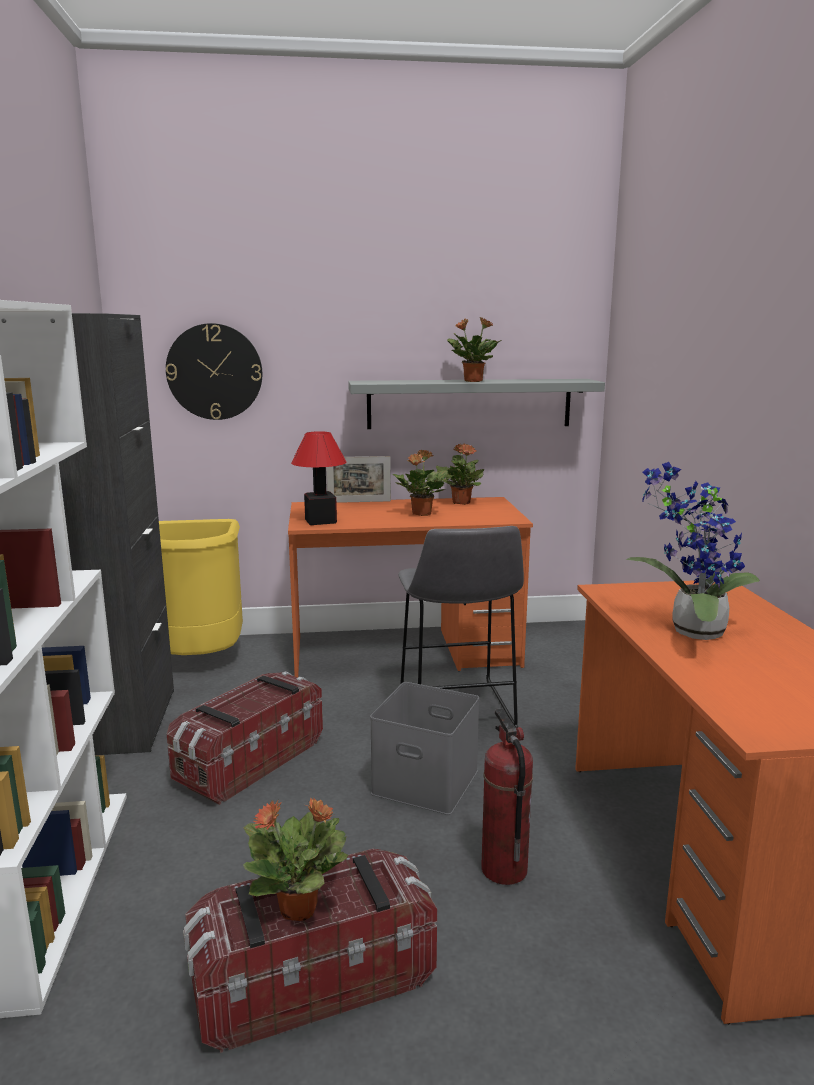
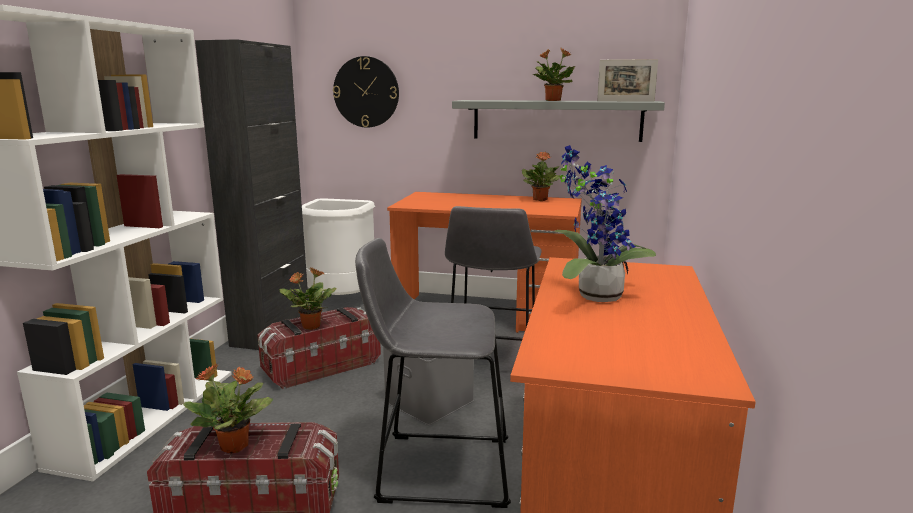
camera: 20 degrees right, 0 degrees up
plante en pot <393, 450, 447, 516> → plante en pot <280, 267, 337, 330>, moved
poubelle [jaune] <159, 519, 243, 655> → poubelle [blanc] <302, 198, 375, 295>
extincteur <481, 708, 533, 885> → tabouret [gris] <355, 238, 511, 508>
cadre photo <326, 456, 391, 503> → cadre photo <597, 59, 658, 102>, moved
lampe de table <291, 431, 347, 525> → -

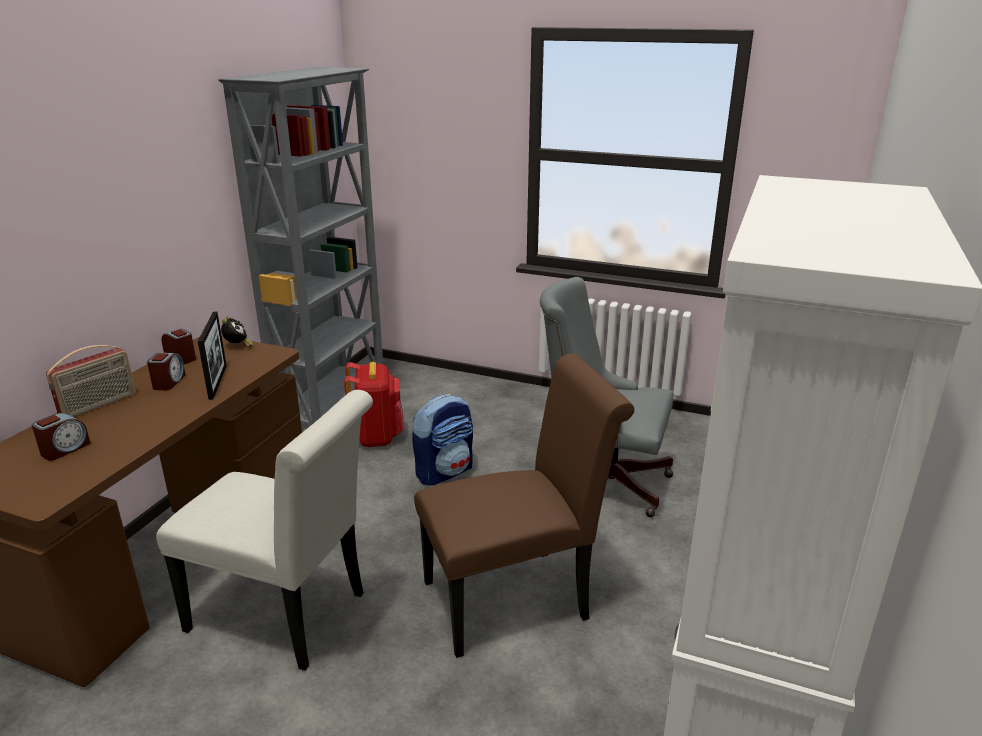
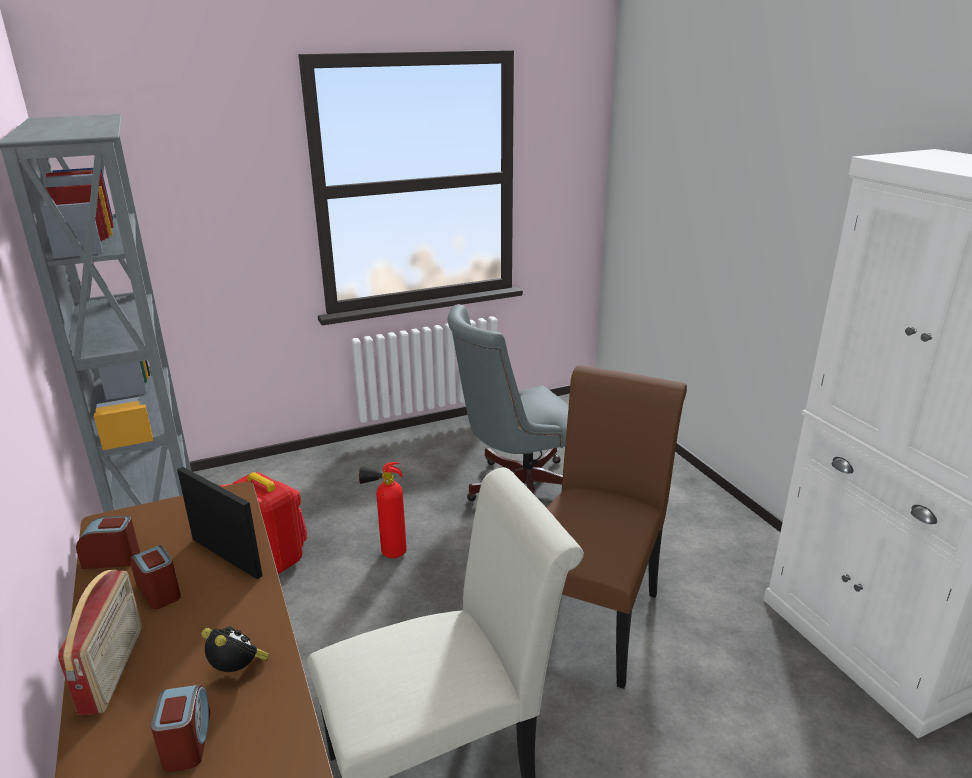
camera: 45 degrees left, 0 degrees up
réveil <221, 317, 253, 347> → réveil <201, 626, 270, 672>, moved
sac à dos <412, 394, 473, 486> → extincteur <359, 462, 407, 558>

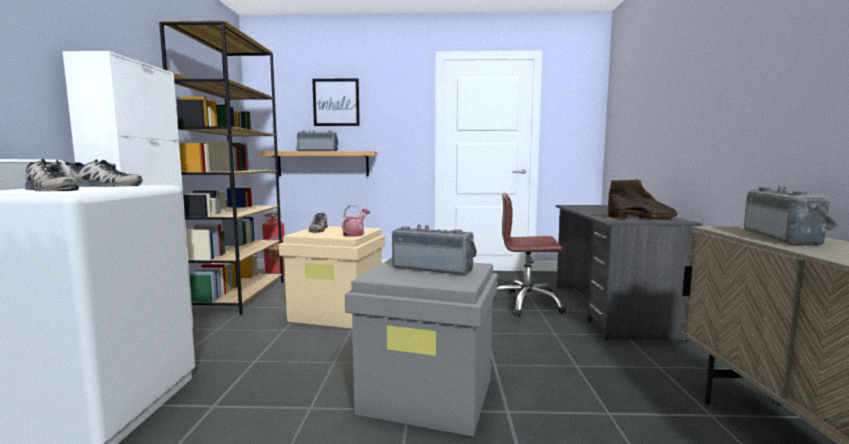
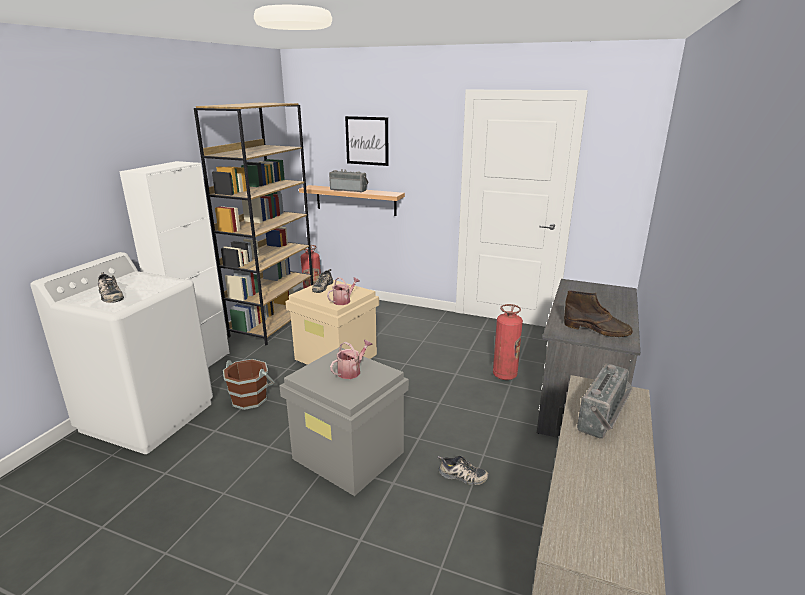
camera: 20 degrees right, 15 degrees up
- → seau [marron] <223, 359, 275, 410>
radio <392, 225, 477, 275> → arrosoir <330, 339, 373, 379>
chaussure <65, 159, 142, 187> → chaussure <437, 456, 489, 485>, moved
chaise de bureau [marron] <497, 193, 566, 317> → extincteur <493, 304, 523, 380>

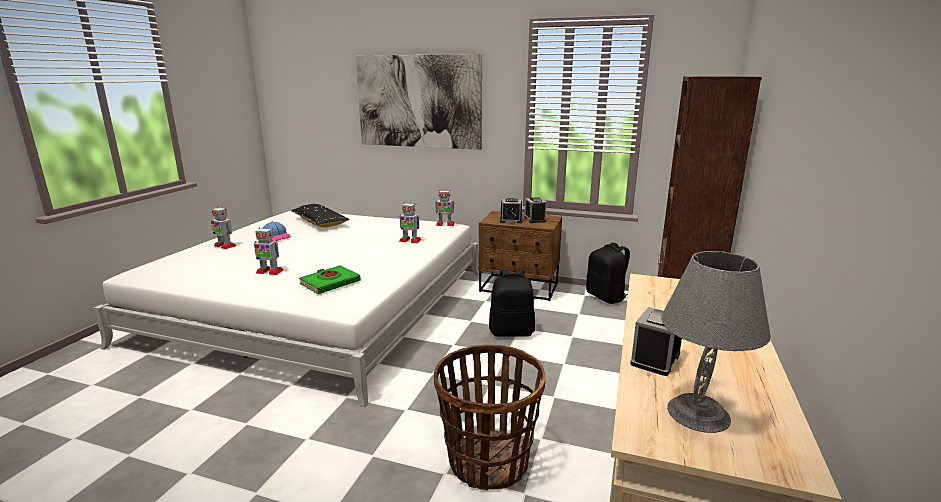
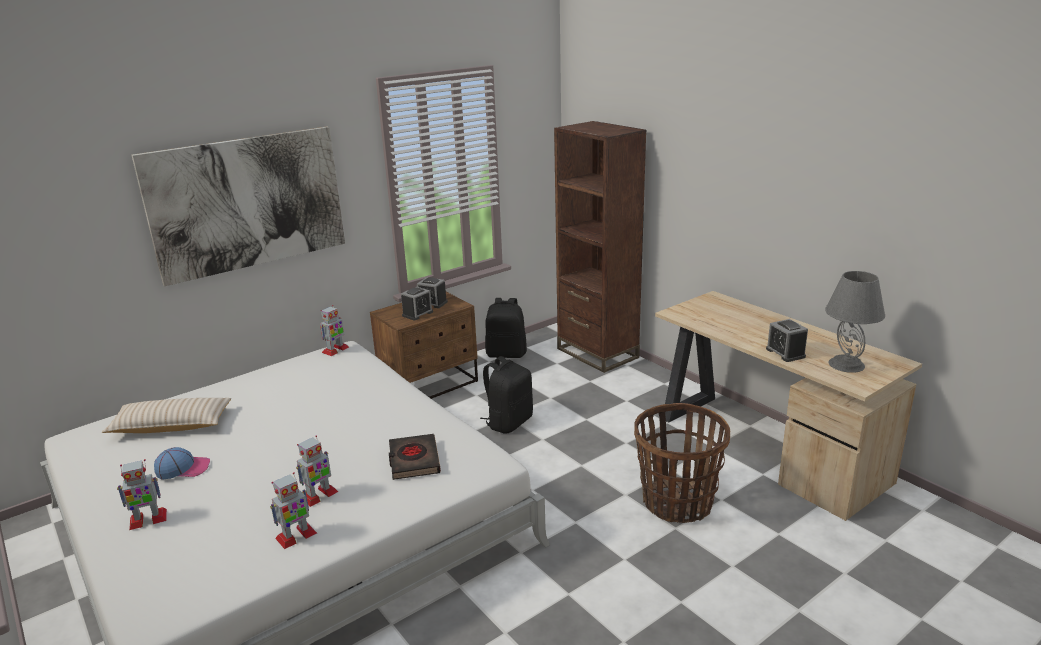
camera: 55 degrees left, 5 degrees up
coussin [noir] <291, 204, 350, 227> → coussin [beige] <102, 398, 231, 433>
robot jouet <399, 203, 422, 243> → robot jouet <270, 472, 317, 549>, moved
livre [vert] <299, 265, 361, 294> → livre [noir] <389, 434, 441, 480>

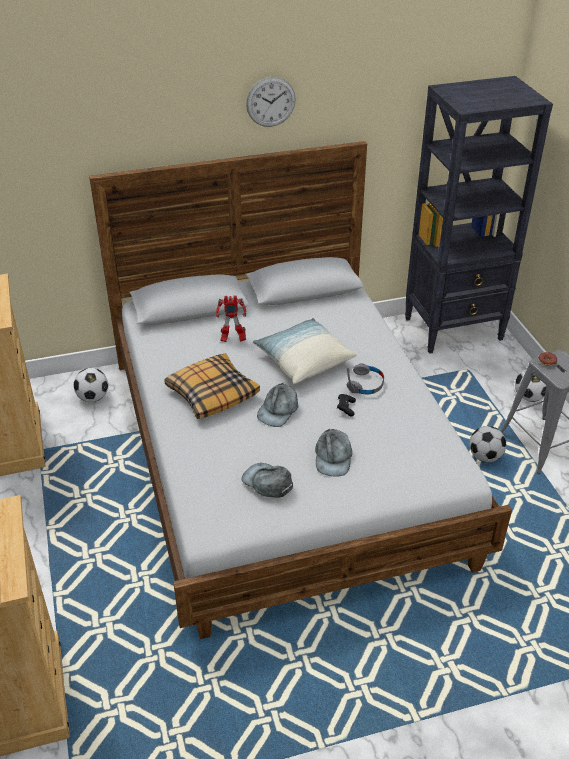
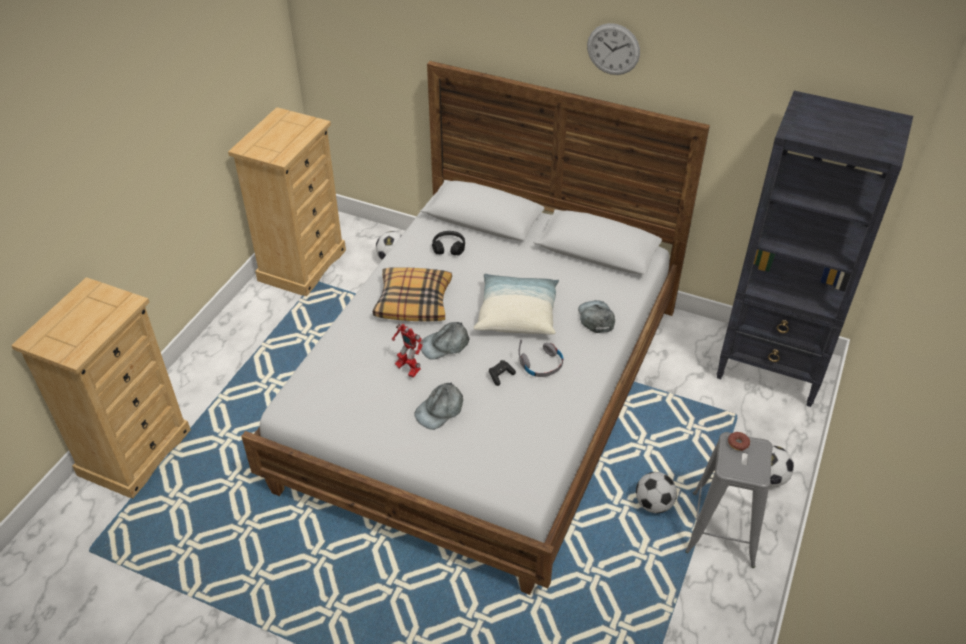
camera: 40 degrees right, 5 degrees up
robot jouet <216, 296, 246, 342> → robot jouet <392, 324, 423, 377>, moved
- → casque audio [noir] <432, 231, 465, 256>
casquette [gris] <241, 463, 293, 497> → casquette [gris] <578, 300, 615, 333>, moved

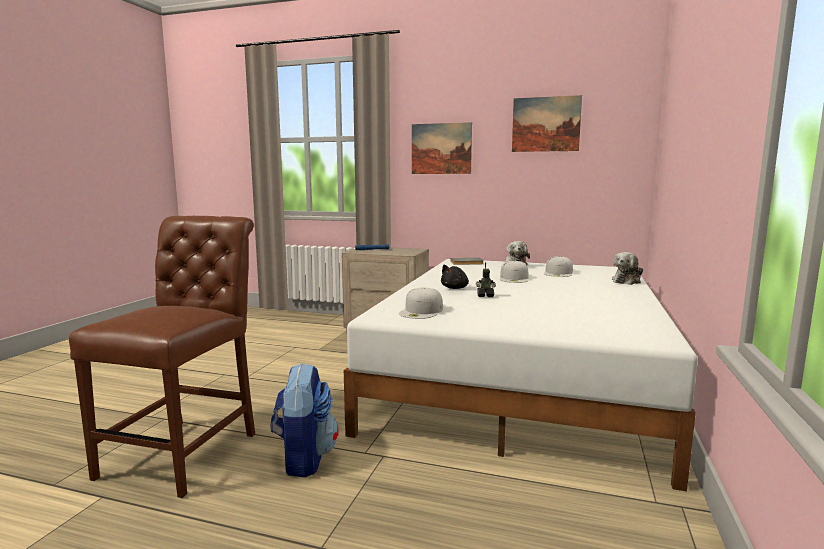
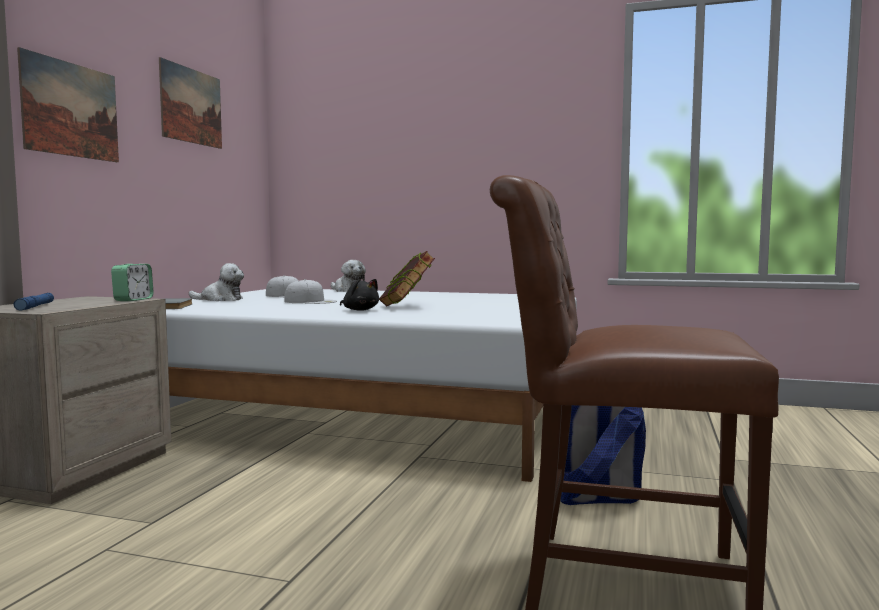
camera: 90 degrees left, 5 degrees down
- → réveil <111, 264, 154, 301>
robot jouet <476, 262, 496, 297> → livre <379, 251, 435, 306>
casquette [blanc] <399, 288, 443, 319> → -

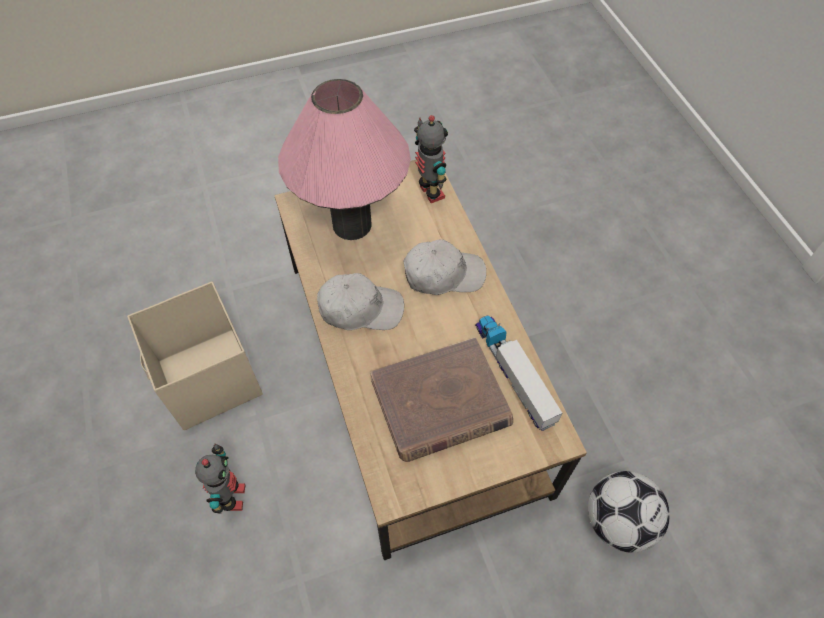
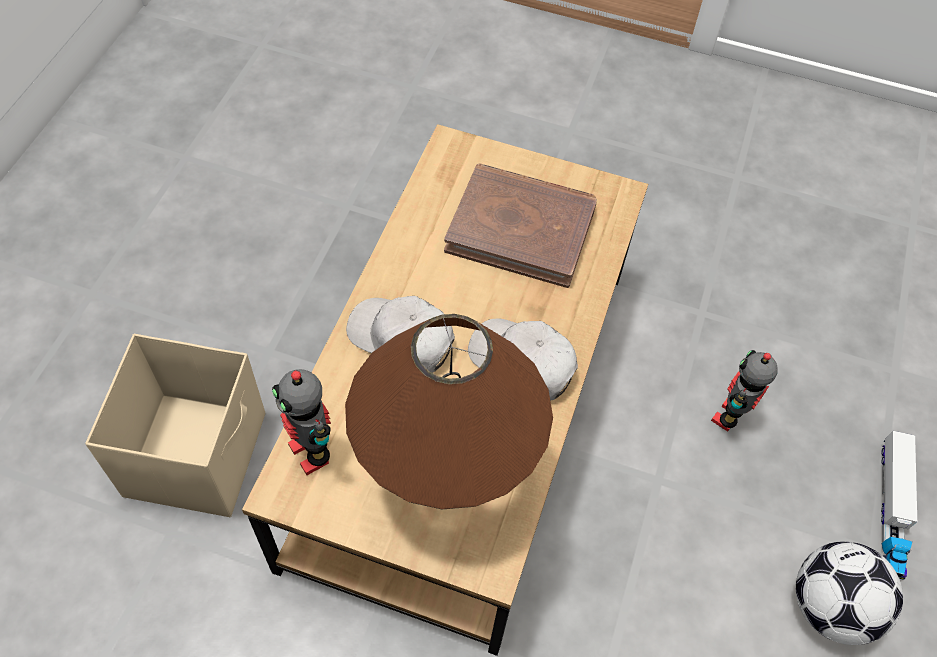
camera: 145 degrees left, 0 degrees up
boîte de rangement [beige] <127, 281, 263, 430> → boîte de rangement [beige] <85, 334, 265, 517>, moved
robot jouet <414, 115, 448, 203> → robot jouet <272, 369, 331, 475>, 45 degrees counterclockwise
lampe de table [rose] <278, 79, 411, 240> → lampe de table [marron] <345, 314, 553, 509>
ballon de foot <588, 471, 670, 553> → ballon de foot <796, 541, 903, 645>, moved
camion jouet <475, 315, 562, 431> → camion jouet <881, 431, 917, 580>, moved

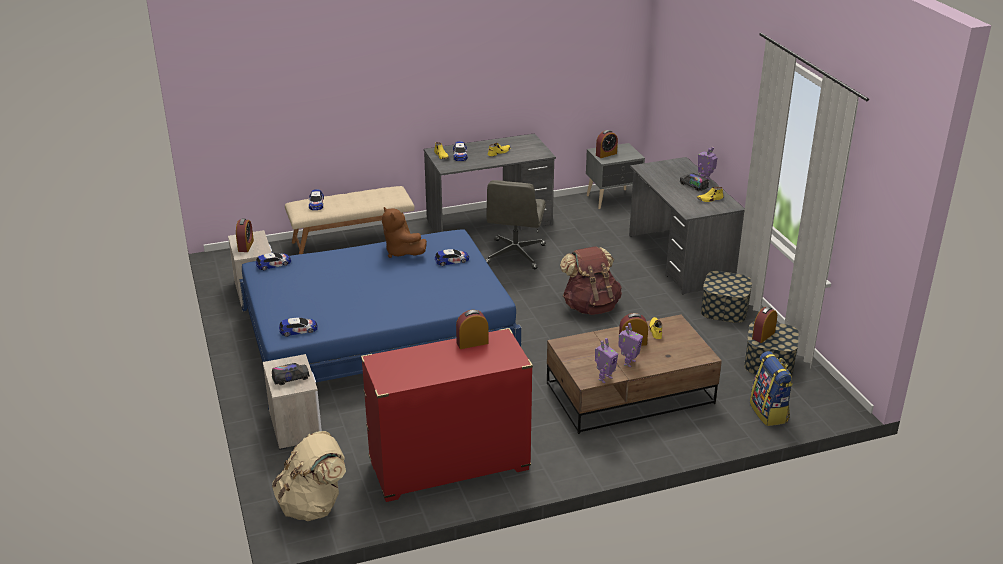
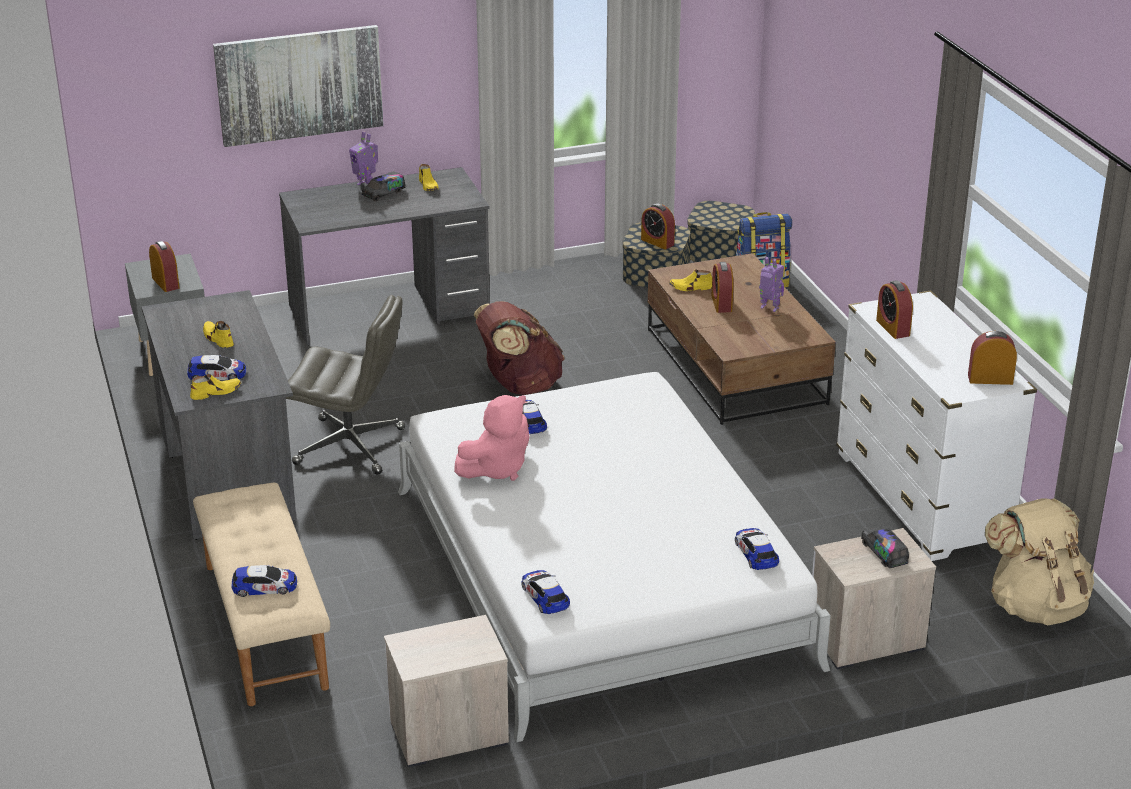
camera: 90 degrees left, 0 degrees up
- → tableau <213, 25, 383, 147>
lit [bleu] <240, 229, 521, 410> → lit [blanc] <398, 372, 831, 743>
peluche [marron] <382, 207, 427, 258> → peluche [rose] <454, 395, 529, 481>
boîte de rangement <701, 271, 753, 323> → boîte de rangement <687, 201, 755, 262>, moved
commode [rouge] <361, 328, 533, 502> → commode [blanc] <836, 290, 1037, 561>
réveil <236, 219, 254, 252> → réveil <968, 331, 1017, 385>, moved
robot jouet <595, 338, 618, 383> → -

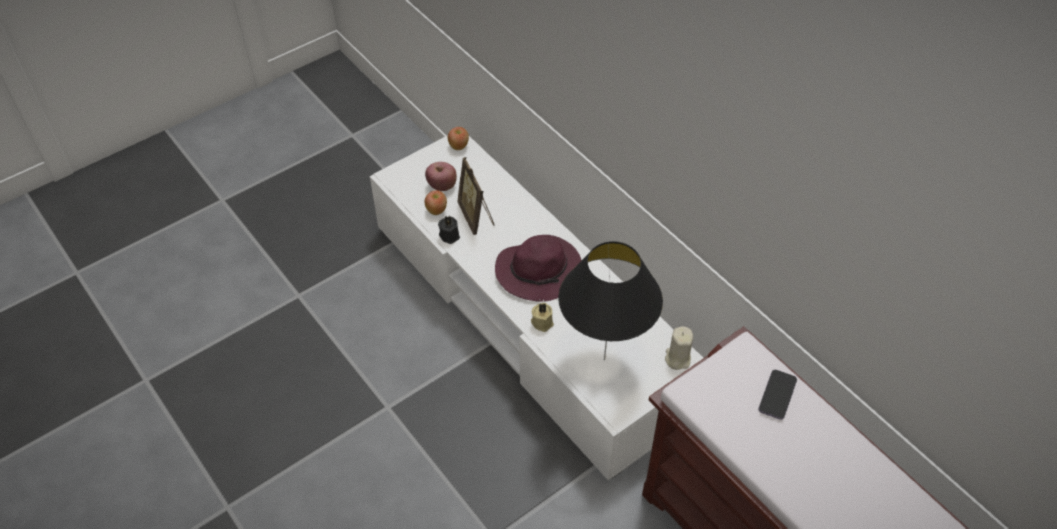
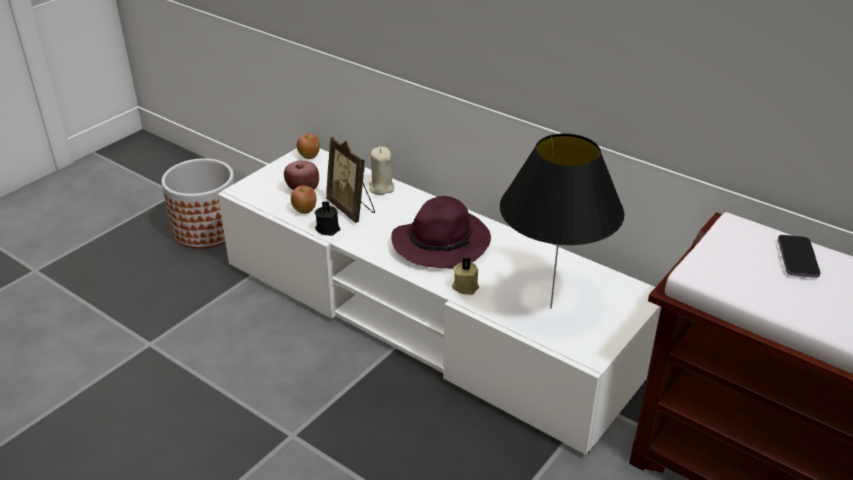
camera: 15 degrees left, 15 degrees down
- → cache-pot <161, 158, 235, 248>
bougie [beige] <665, 326, 693, 370> → bougie [beige] <369, 147, 394, 195>, moved

